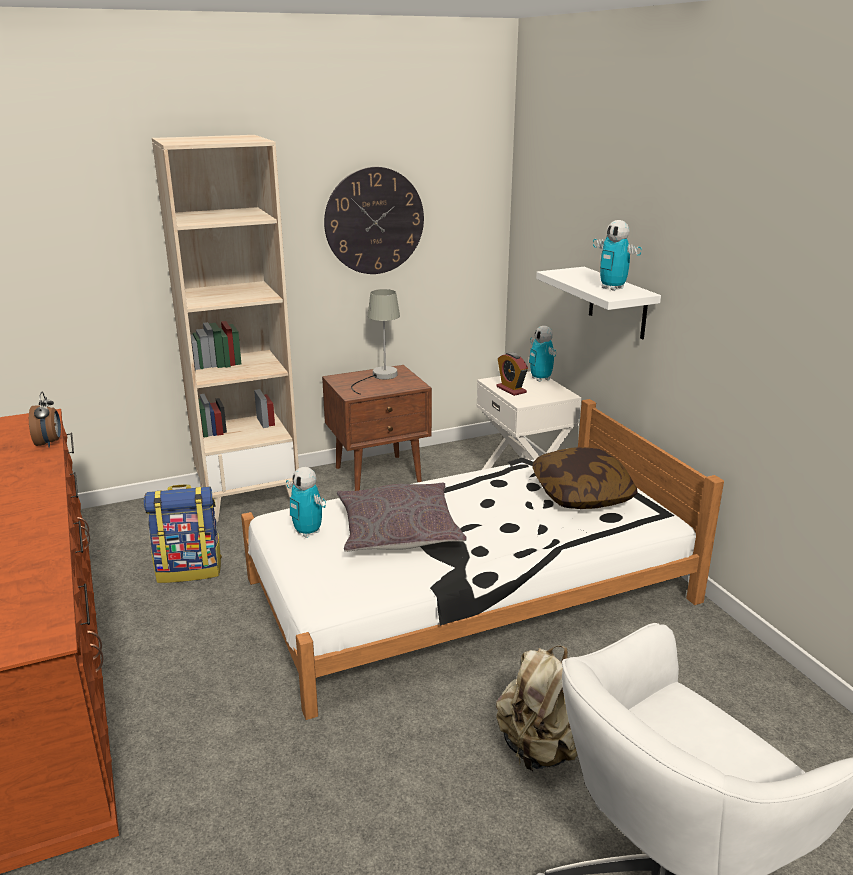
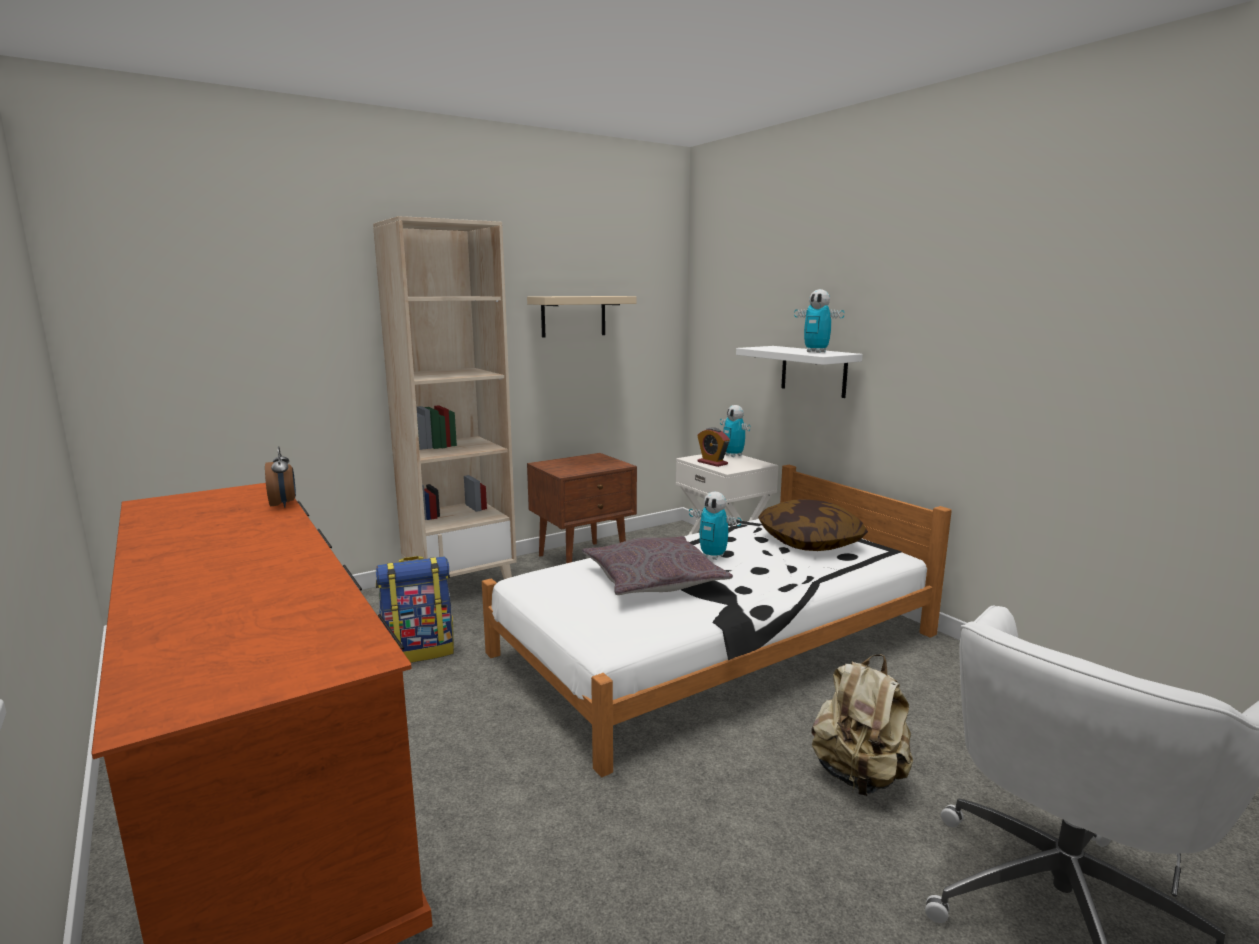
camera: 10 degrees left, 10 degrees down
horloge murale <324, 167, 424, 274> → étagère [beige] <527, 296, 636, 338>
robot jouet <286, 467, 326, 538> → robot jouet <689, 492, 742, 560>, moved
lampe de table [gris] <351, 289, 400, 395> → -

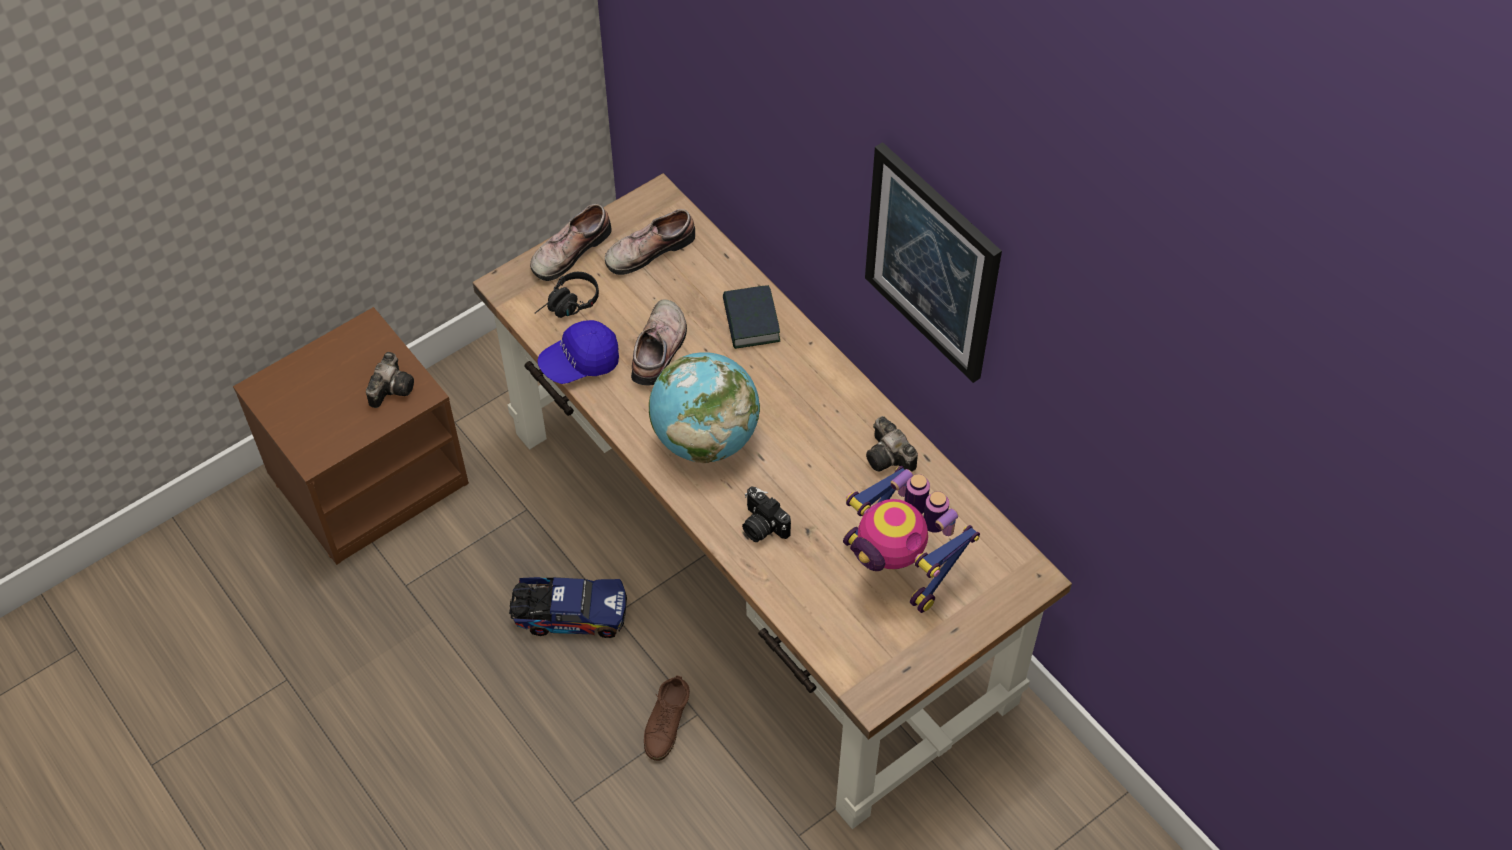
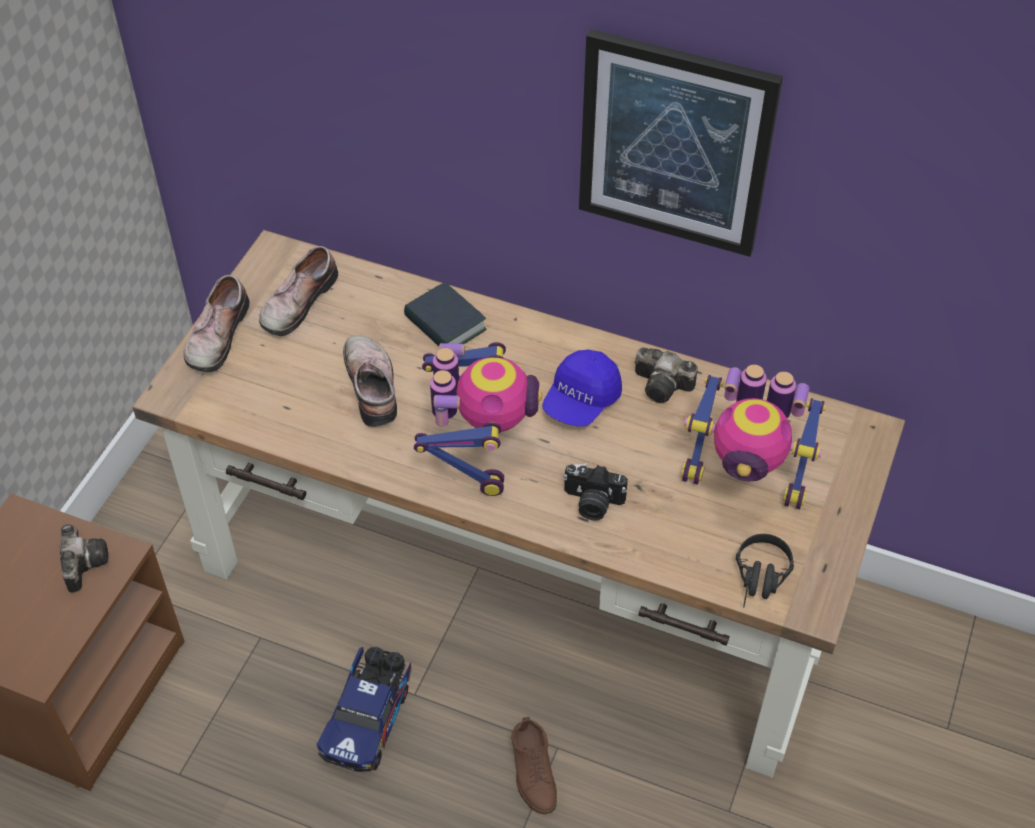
camera: 30 degrees left, 5 degrees down
camion jouet <509, 577, 627, 638> → camion jouet <317, 647, 411, 772>, 135 degrees clockwise
globe <649, 352, 760, 463> → robot jouet <414, 342, 543, 496>
casquette [bleu] <537, 320, 619, 384> → casquette [bleu] <542, 349, 622, 427>, moved
casque audio [noir] <535, 272, 599, 318> → casque audio [noir] <736, 534, 794, 608>, moved

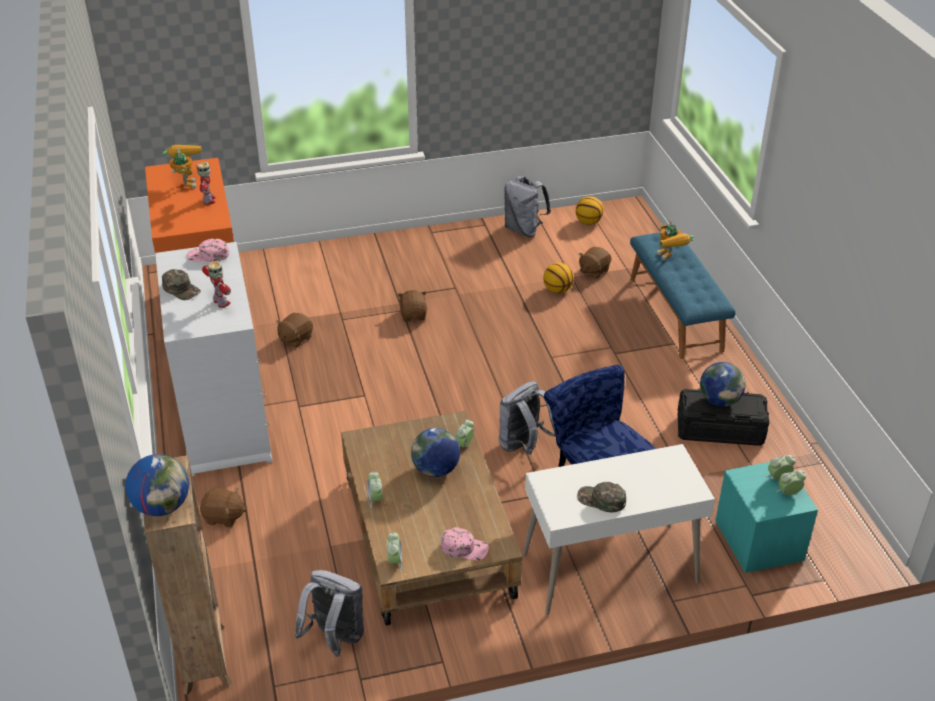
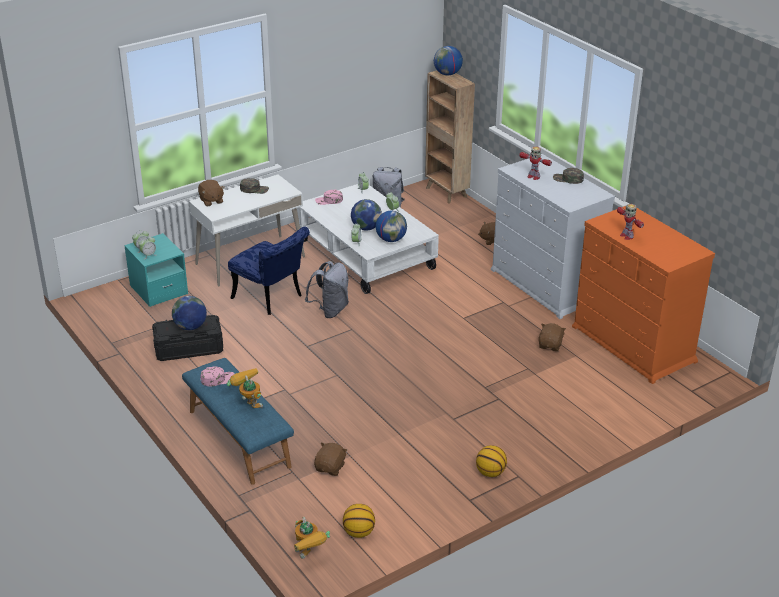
camera: 160 degrees right, 5 degrees down
peluche [marron] <397, 290, 427, 321> → peluche [marron] <198, 180, 224, 206>, moved
casquette [rose] <187, 239, 229, 262> → casquette [rose] <200, 366, 235, 387>, moved
robot jouet <163, 145, 202, 188> → robot jouet <294, 517, 330, 559>, moved
table basse [marron] <341, 411, 522, 626> → table basse [blanc] <297, 184, 439, 294>
- → globe <376, 211, 407, 242>
ballon de basket <543, 263, 574, 293> → ballon de basket <476, 445, 507, 477>, moved
sac à dos [gris] <504, 176, 551, 237> → -

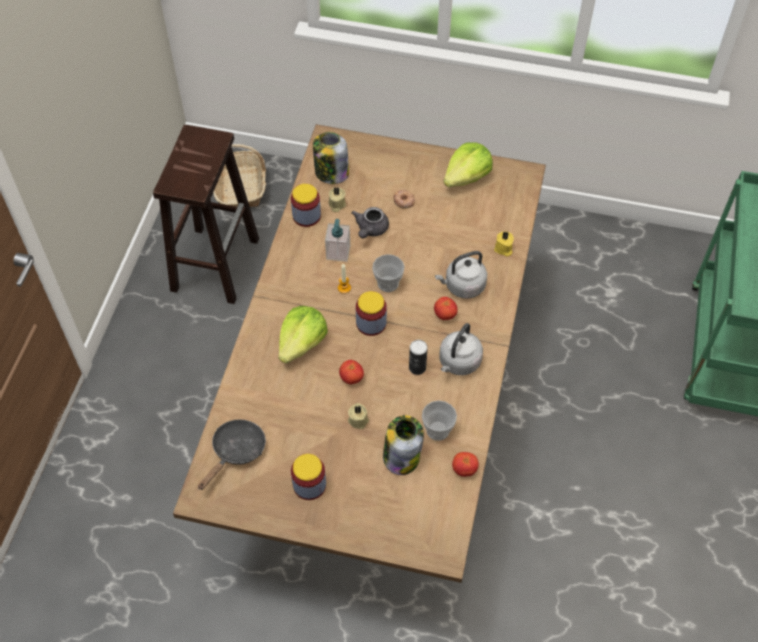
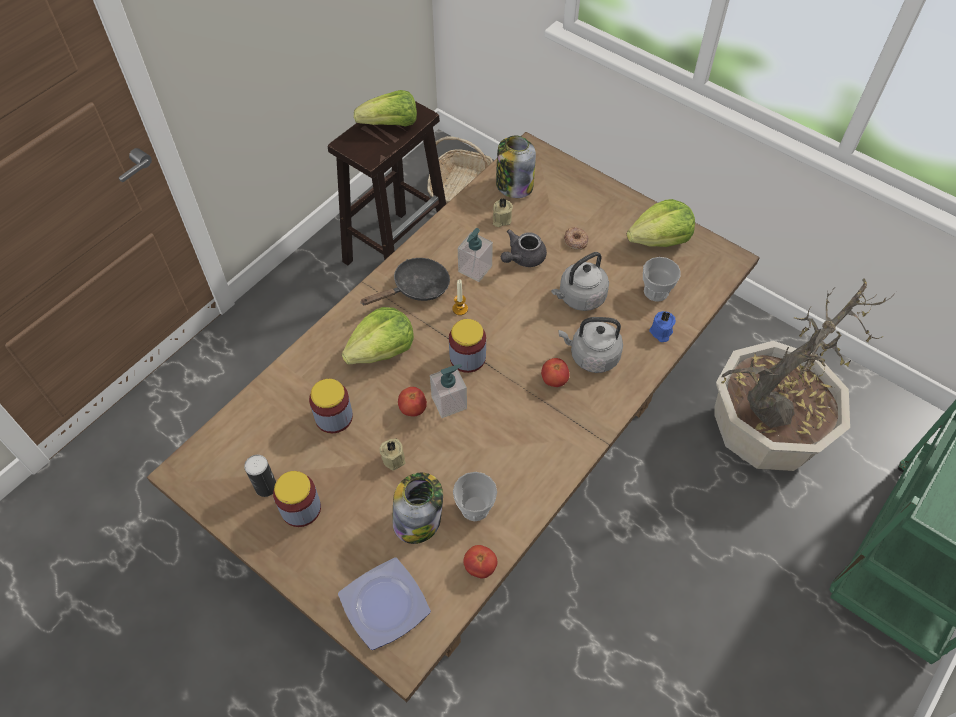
camera: 25 degrees right, 0 degrees up
boîte métallique <409, 340, 428, 375> → boîte métallique <244, 455, 276, 497>, moved
bocal <291, 184, 321, 227> → bocal <309, 379, 353, 433>, moved
- → assiette <338, 557, 431, 650>
- → laitue <354, 90, 417, 126>
poêle [noir] <198, 419, 266, 490> → poêle [noir] <360, 258, 450, 305>, moved
- → distributeur de savon <430, 364, 467, 418>
bouilloire [gris] <439, 323, 483, 375> → bouilloire [gris] <551, 252, 609, 311>, moved
tasse <372, 254, 405, 292> → tasse <643, 257, 681, 302>, moved
bougie [jaune] <494, 232, 514, 257> → bougie [bleu] <649, 311, 676, 342>
- → plante en pot <714, 278, 896, 471>

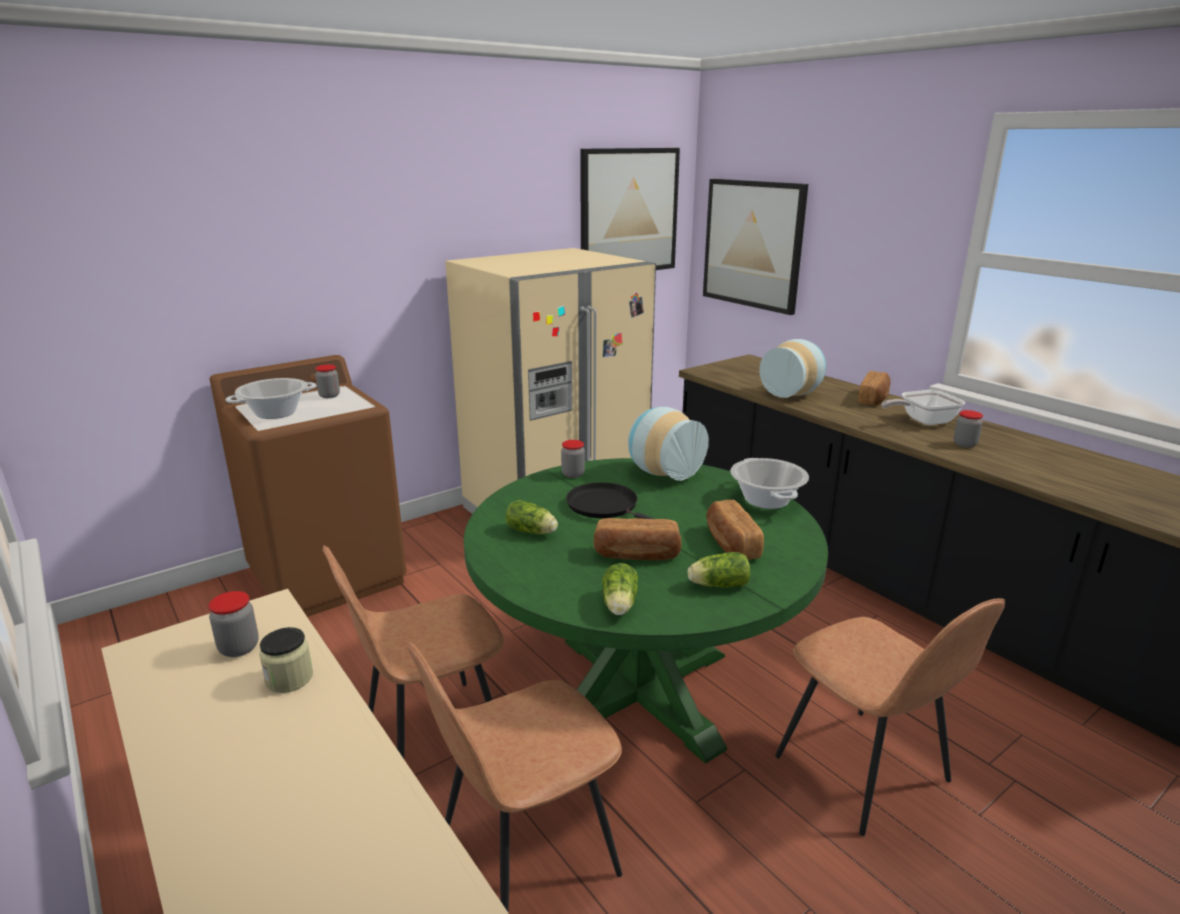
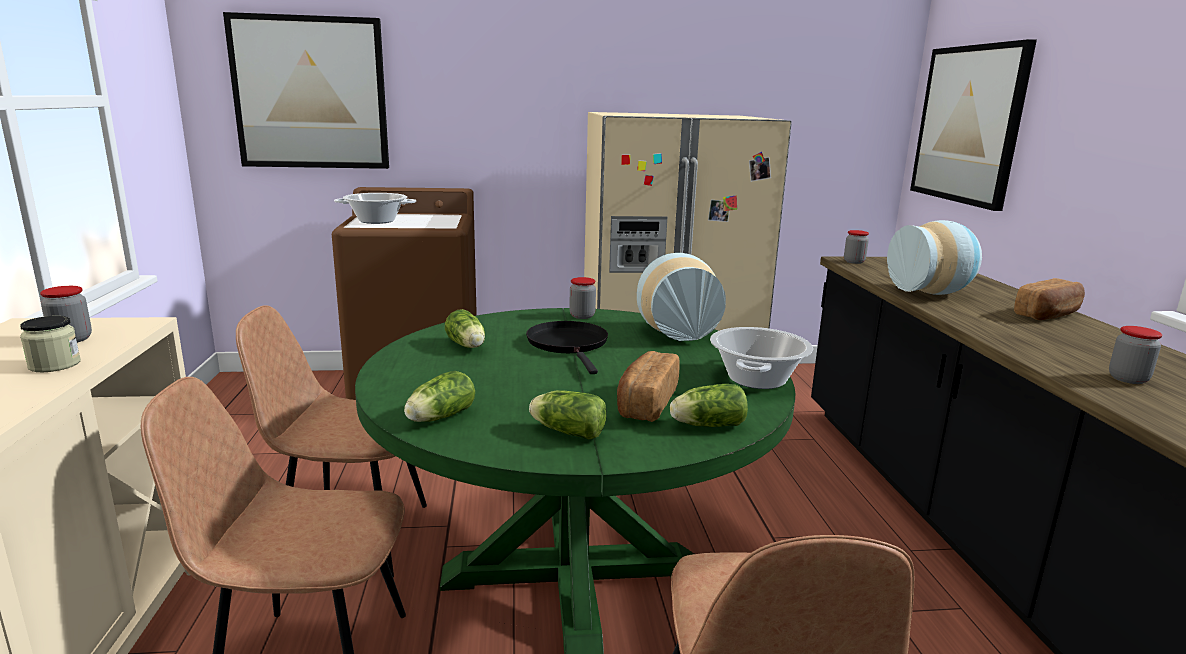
camera: 30 degrees right, 5 degrees down
tableau <580, 148, 680, 270> → tableau <223, 12, 389, 169>, moved
- → laitue <670, 384, 748, 427>
bocal <315, 364, 340, 398> → bocal <844, 230, 869, 264>, moved
pain <594, 518, 682, 560> → -
poêle <881, 390, 965, 425> → -

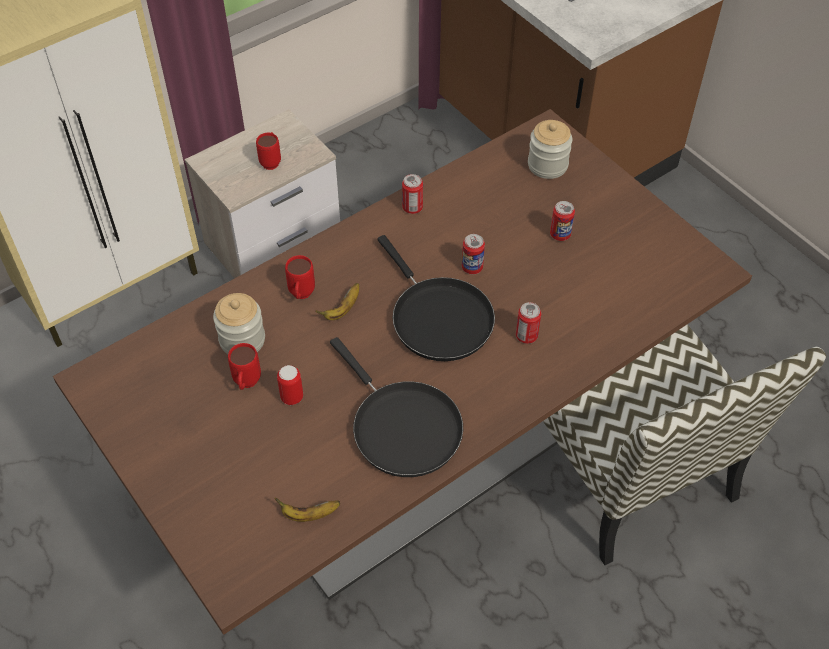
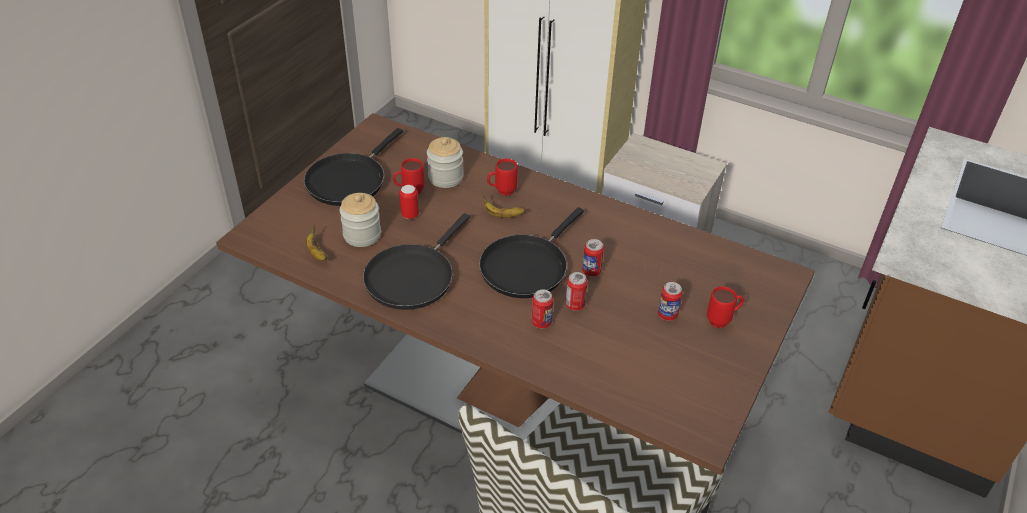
camera: 65 degrees right, 10 degrees down
- → poêle [noir] <304, 128, 403, 206>
bocal <528, 120, 572, 179> → bocal <340, 193, 381, 247>, moved
boîte métallique <402, 174, 423, 214> → boîte métallique <565, 272, 588, 311>, moved
mug [rouge] <256, 132, 281, 170> → mug [rouge] <707, 286, 744, 328>, moved

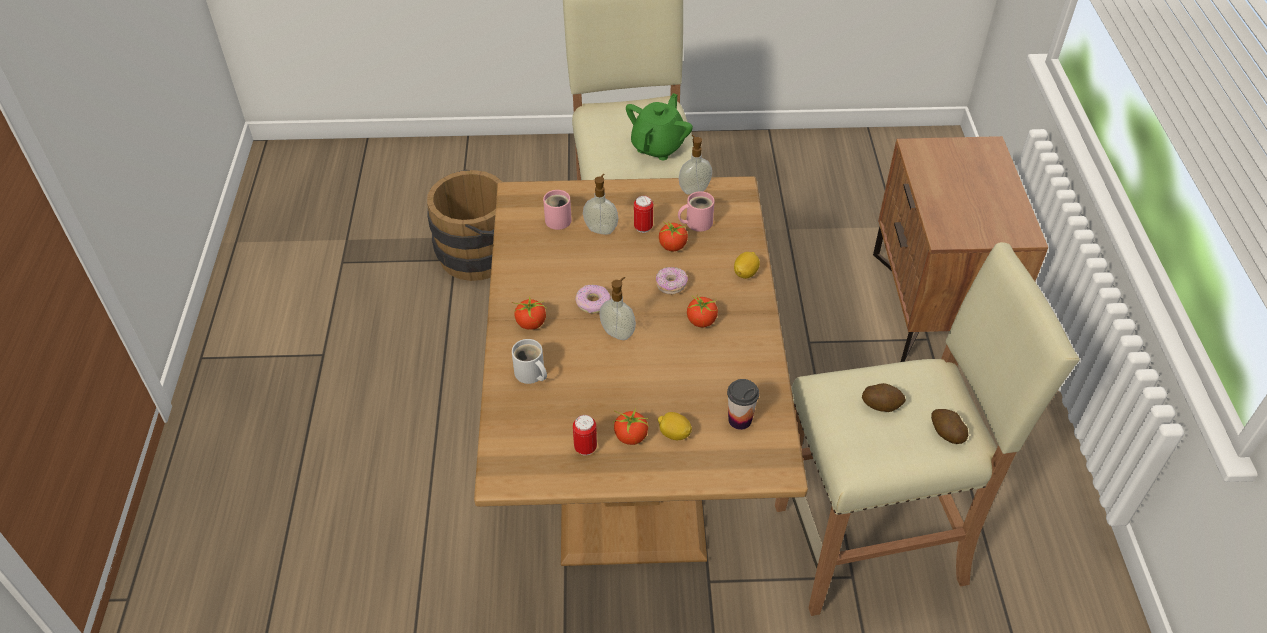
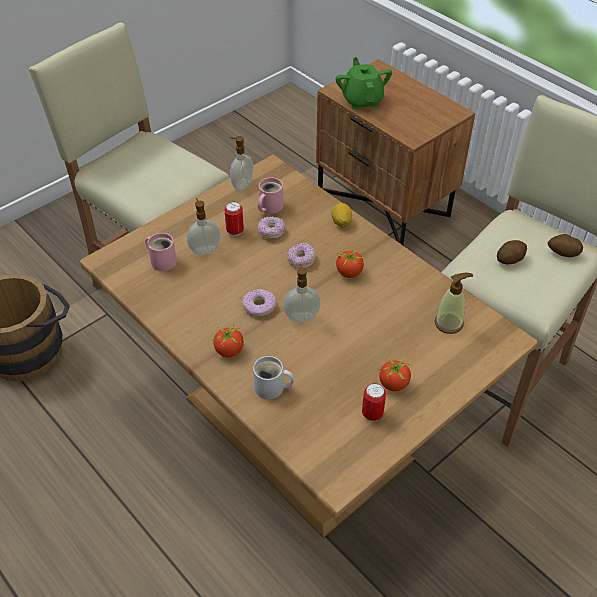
camera: 40 degrees left, 0 degrees up
tomate <659, 221, 688, 252> → beignet <258, 216, 285, 239>
théière [vert] <626, 93, 693, 160> → théière [vert] <335, 57, 392, 109>, moved
tasse <727, 379, 759, 430> → distributeur de savon <435, 273, 473, 334>
citron <658, 412, 692, 440> → -

